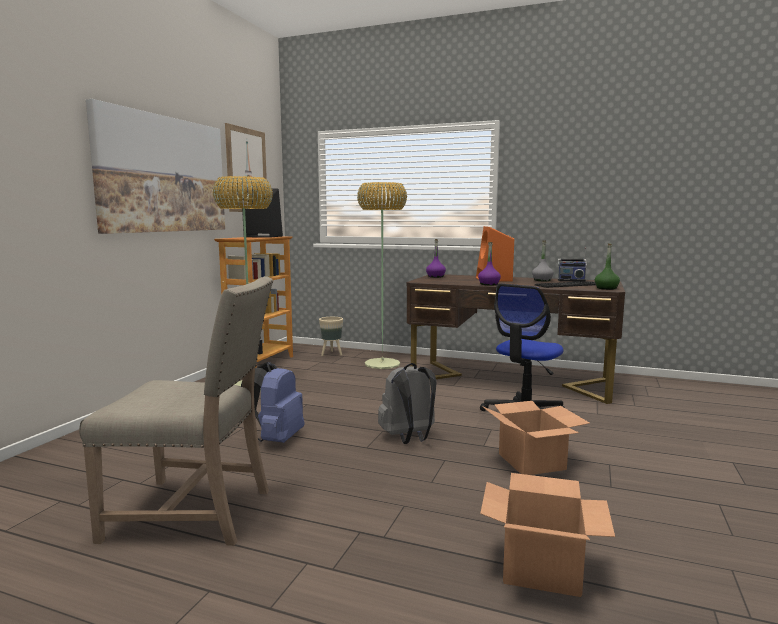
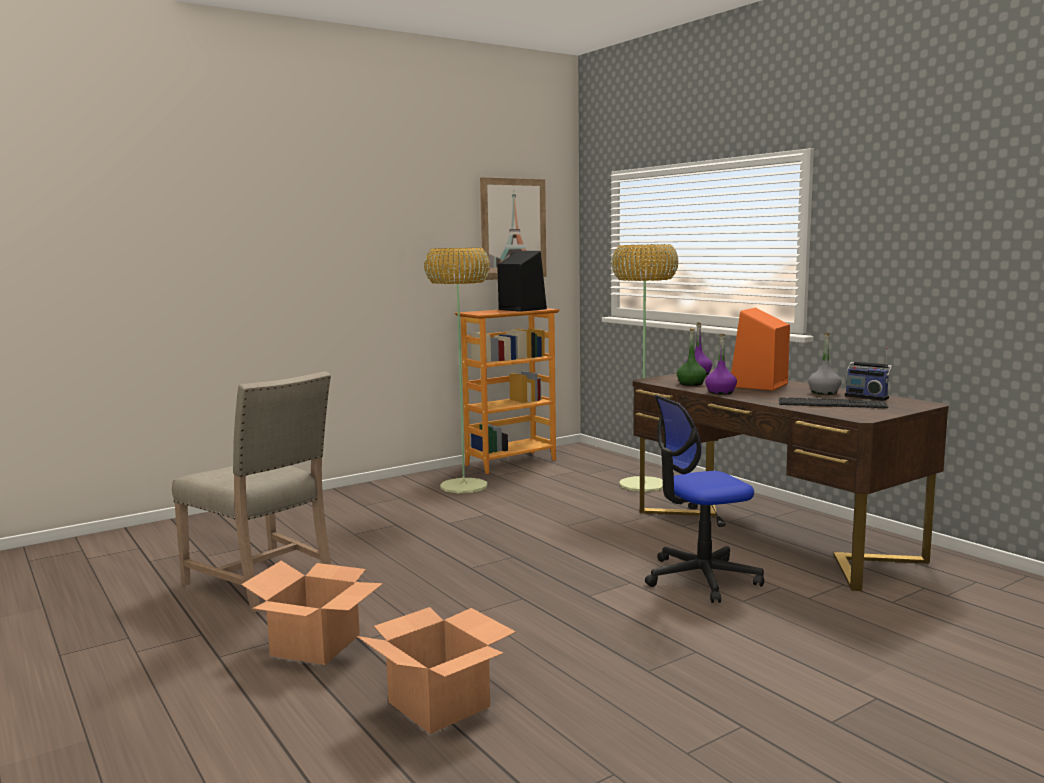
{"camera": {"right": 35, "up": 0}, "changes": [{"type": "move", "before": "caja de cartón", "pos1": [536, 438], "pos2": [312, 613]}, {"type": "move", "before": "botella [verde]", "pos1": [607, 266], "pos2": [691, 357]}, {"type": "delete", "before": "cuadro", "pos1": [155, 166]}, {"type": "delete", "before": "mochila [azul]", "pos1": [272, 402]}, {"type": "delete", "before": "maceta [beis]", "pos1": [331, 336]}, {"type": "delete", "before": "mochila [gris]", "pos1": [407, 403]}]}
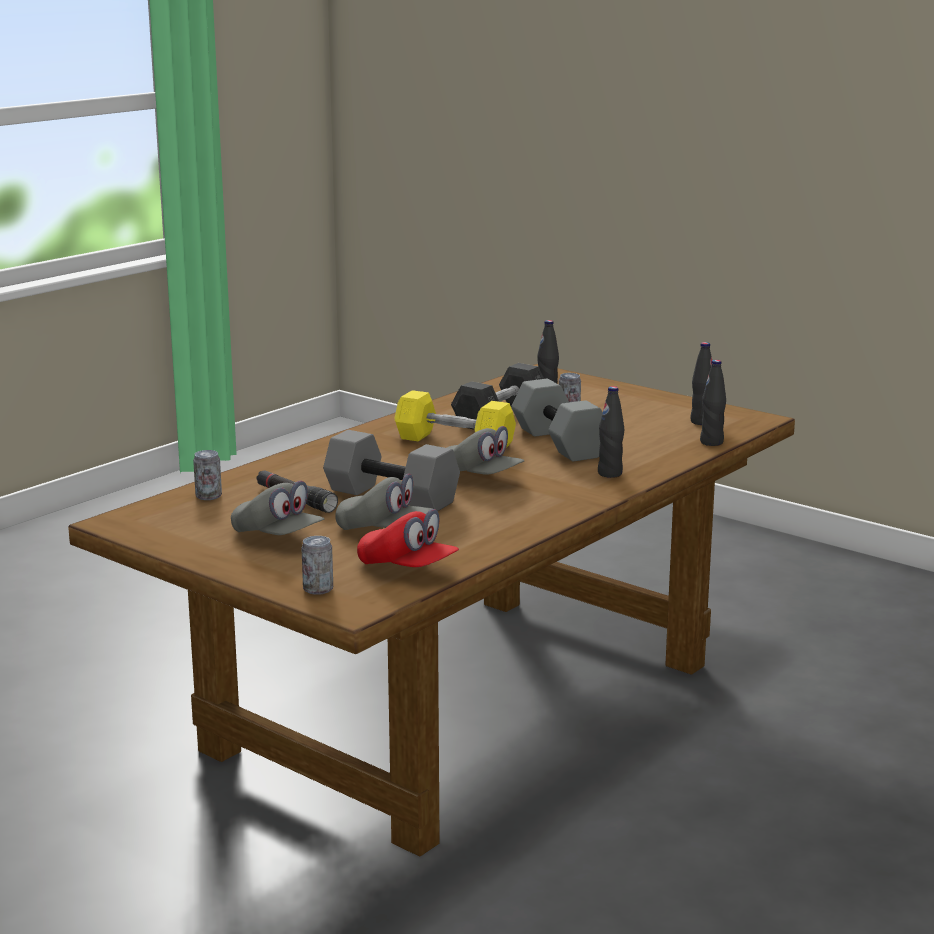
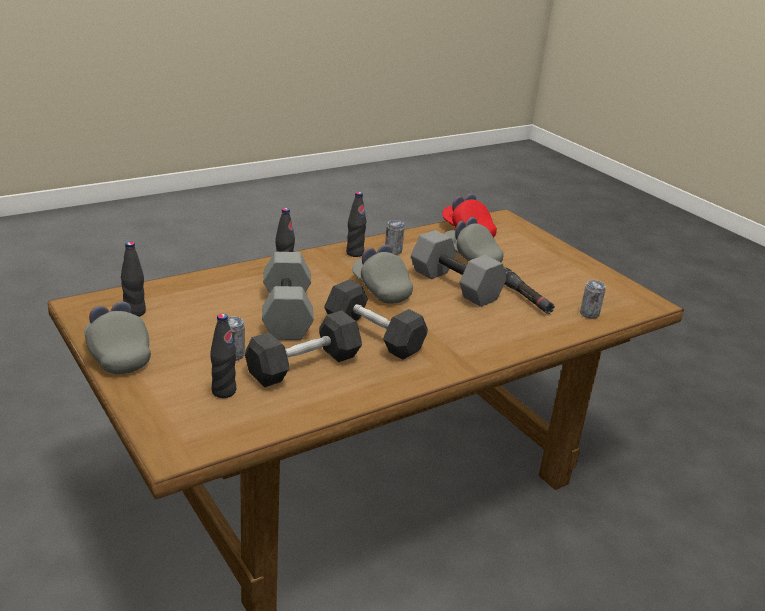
{"camera": {"right": -165, "up": 10}, "changes": [{"type": "move", "before": "gorra [gris]", "pos1": [277, 508], "pos2": [117, 337]}, {"type": "recolor", "before": "mancuerna [amarillo]", "after": "mancuerna [gris]", "pos1": [455, 418], "pos2": [376, 319]}, {"type": "move", "before": "botella [negro]", "pos1": [713, 403], "pos2": [356, 224]}, {"type": "move", "before": "lata", "pos1": [317, 565], "pos2": [395, 237]}]}
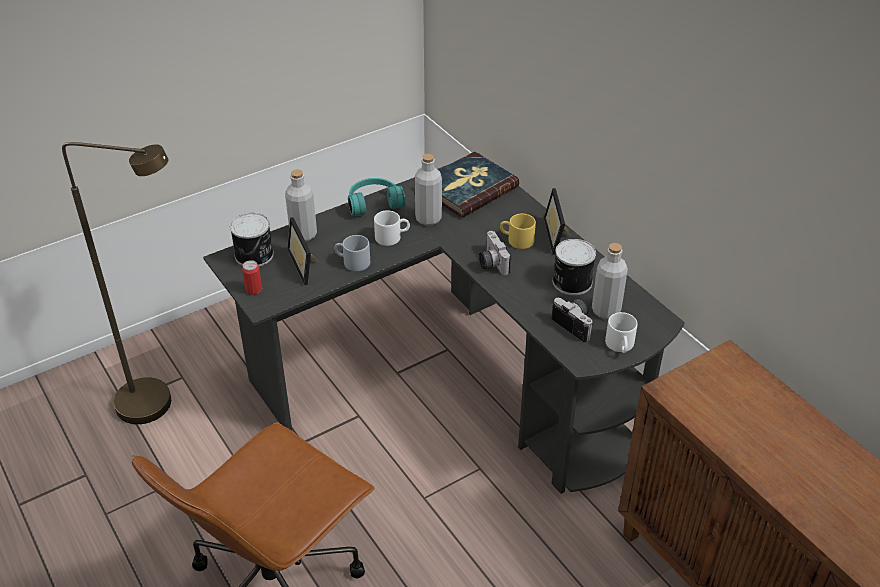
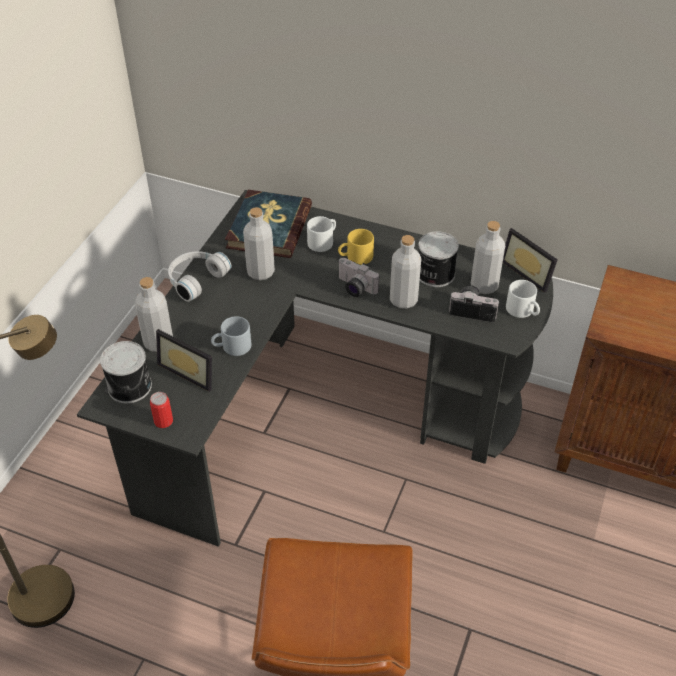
{"camera": {"right": -35, "up": 5}, "changes": [{"type": "recolor", "before": "auriculares [turquesa]", "after": "auriculares [blanco]", "pos1": [376, 197], "pos2": [199, 276]}, {"type": "move", "before": "taza grande [blanco]", "pos1": [392, 228], "pos2": [321, 234]}, {"type": "insert", "after": "botella [gris]", "pos2": [405, 272]}, {"type": "move", "before": "portarretratos", "pos1": [557, 221], "pos2": [530, 260]}]}
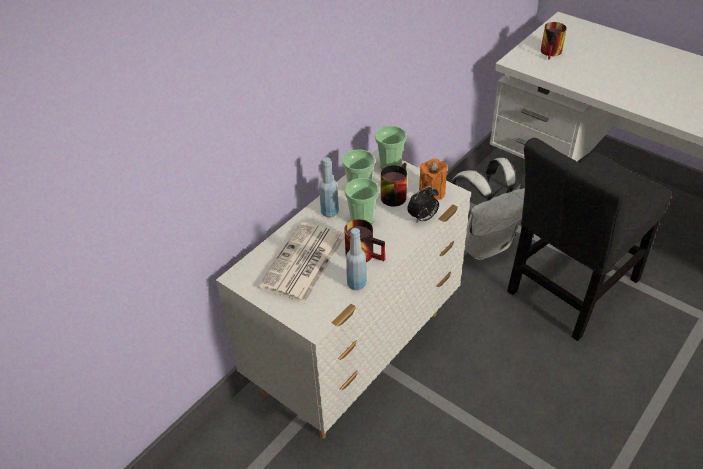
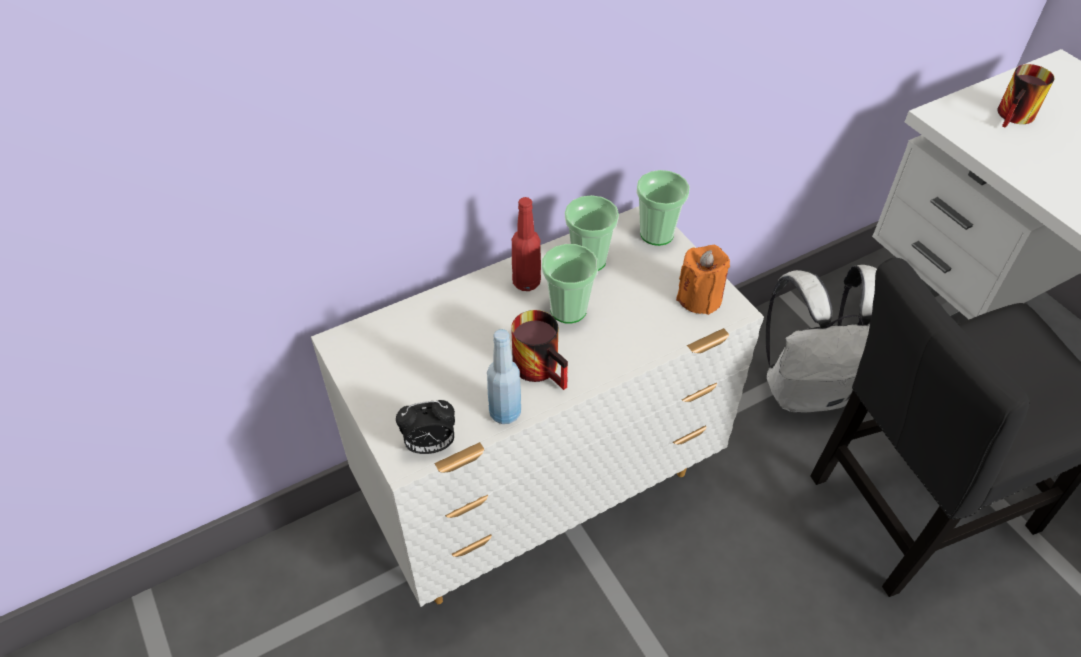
{"camera": {"right": 20, "up": 5}, "changes": [{"type": "move", "before": "despertador", "pos1": [423, 204], "pos2": [425, 427]}, {"type": "recolor", "before": "botella [azul]", "after": "botella [rojo]", "pos1": [329, 187], "pos2": [526, 244]}, {"type": "delete", "before": "periódico", "pos1": [301, 262]}, {"type": "delete", "before": "taza grande", "pos1": [394, 185]}]}
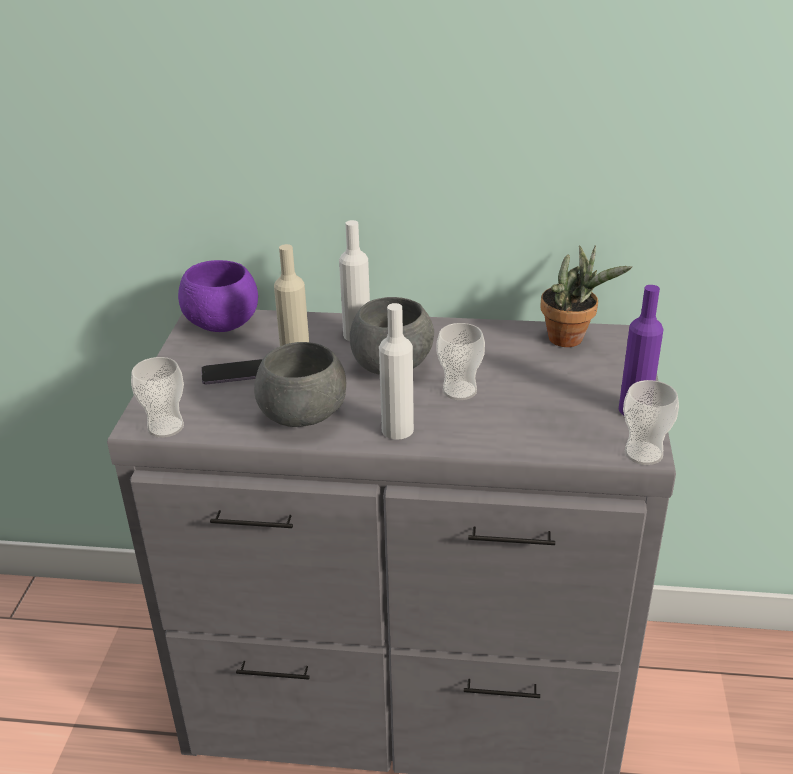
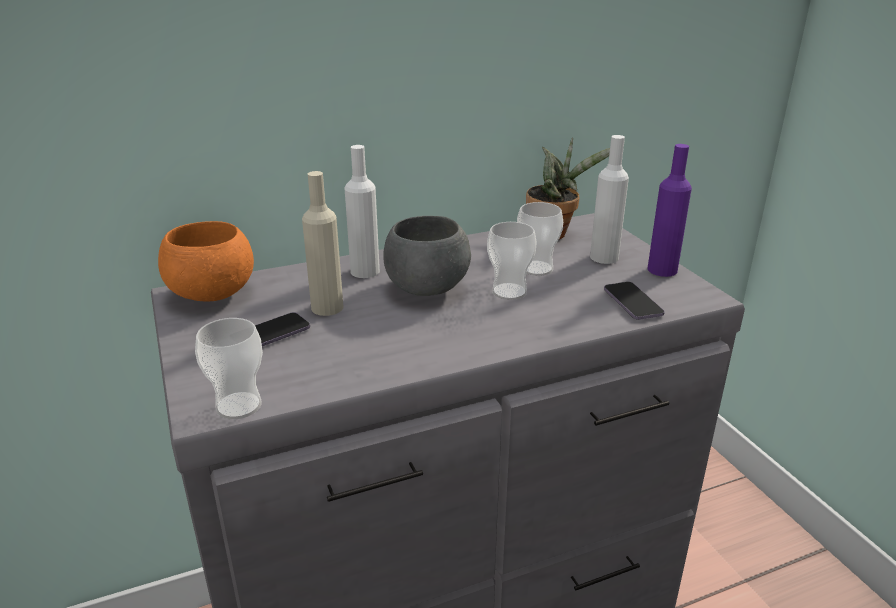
{"camera": {"right": -30, "up": -5}, "changes": [{"type": "recolor", "before": "cuenco [morado]", "after": "cuenco [naranja]", "pos1": [218, 296], "pos2": [206, 261]}, {"type": "move", "before": "taza", "pos1": [651, 422], "pos2": [540, 239]}, {"type": "move", "before": "botella [blanco]", "pos1": [396, 371], "pos2": [609, 199]}, {"type": "insert", "after": "móvil", "pos2": [634, 301]}, {"type": "delete", "before": "cuenco [gris]", "pos1": [300, 384]}]}
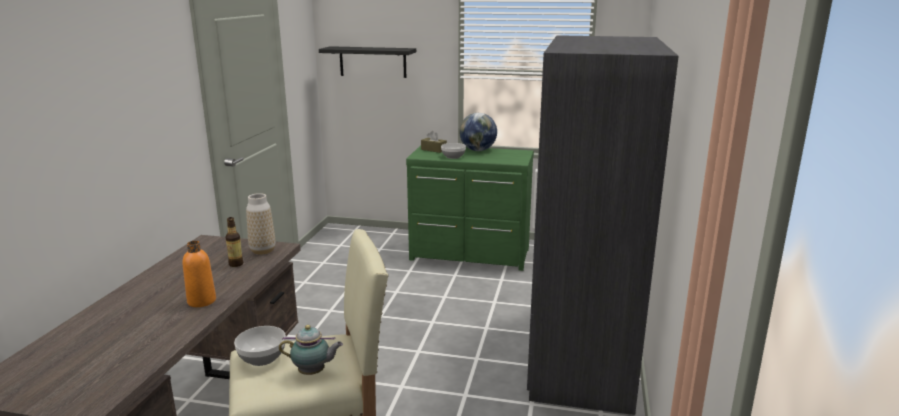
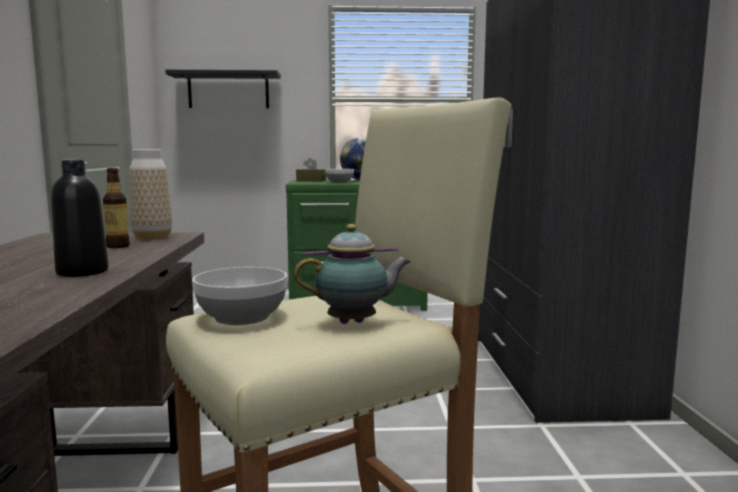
{"camera": {"right": -15, "up": -10}, "changes": [{"type": "recolor", "before": "botella [naranja]", "after": "botella [negro]", "pos1": [199, 274], "pos2": [80, 218]}]}
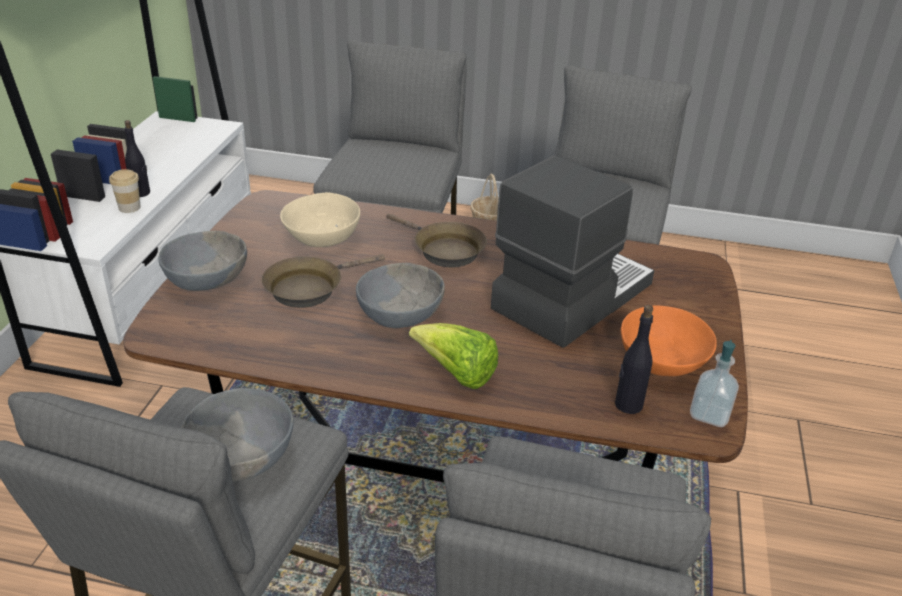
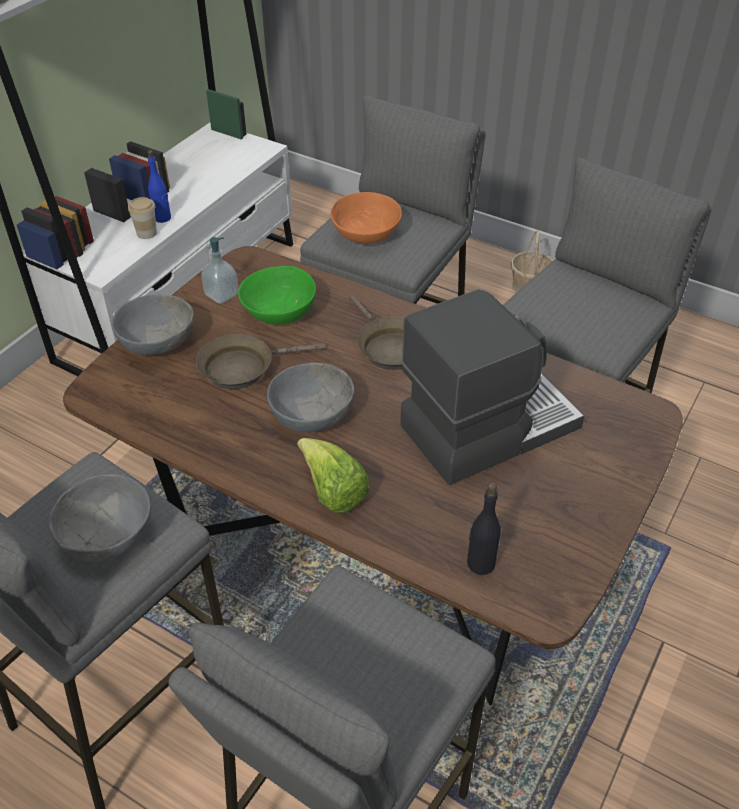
{"camera": {"right": 20, "up": 10}, "changes": [{"type": "recolor", "before": "botella [negro]", "after": "botella [azul]", "pos1": [137, 158], "pos2": [159, 186]}, {"type": "move", "before": "dispensador de jabón", "pos1": [714, 383], "pos2": [220, 270]}, {"type": "recolor", "before": "cuenco [beis]", "after": "cuenco [verde]", "pos1": [320, 219], "pos2": [277, 295]}, {"type": "move", "before": "cuenco [naranja]", "pos1": [668, 340], "pos2": [366, 218]}]}
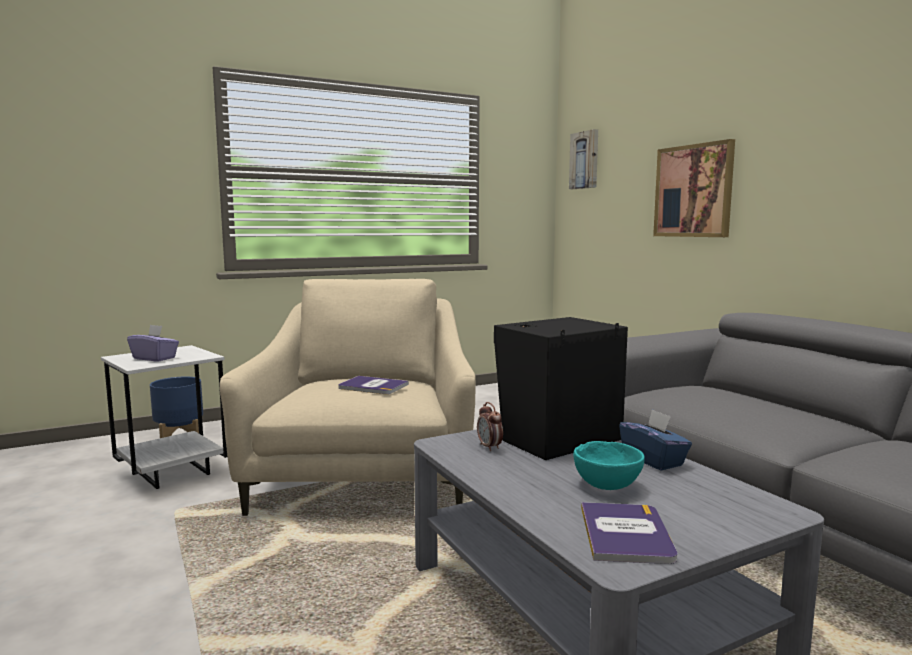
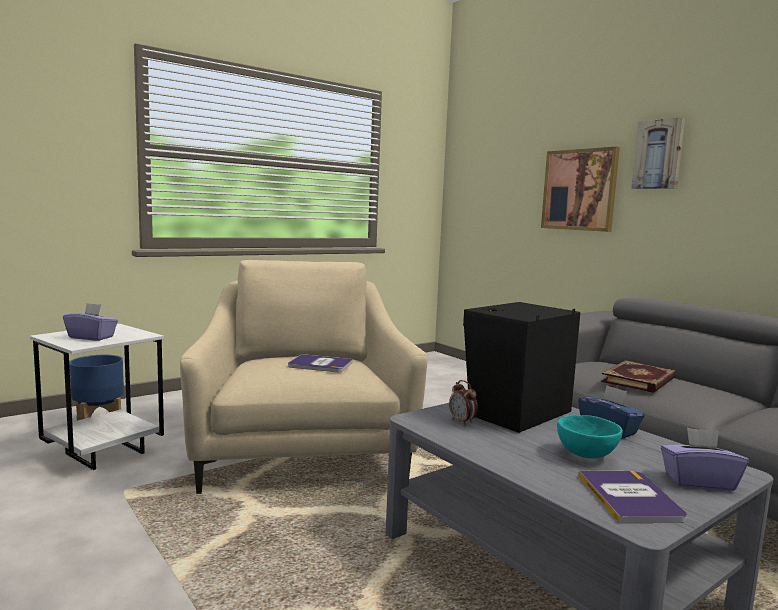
{"camera": {"right": -10, "up": 0}, "changes": [{"type": "insert", "after": "libro", "pos2": [638, 376]}, {"type": "move", "before": "cuadro", "pos1": [583, 159], "pos2": [658, 153]}, {"type": "insert", "after": "caja de pañuelos [morado]", "pos2": [704, 459]}]}
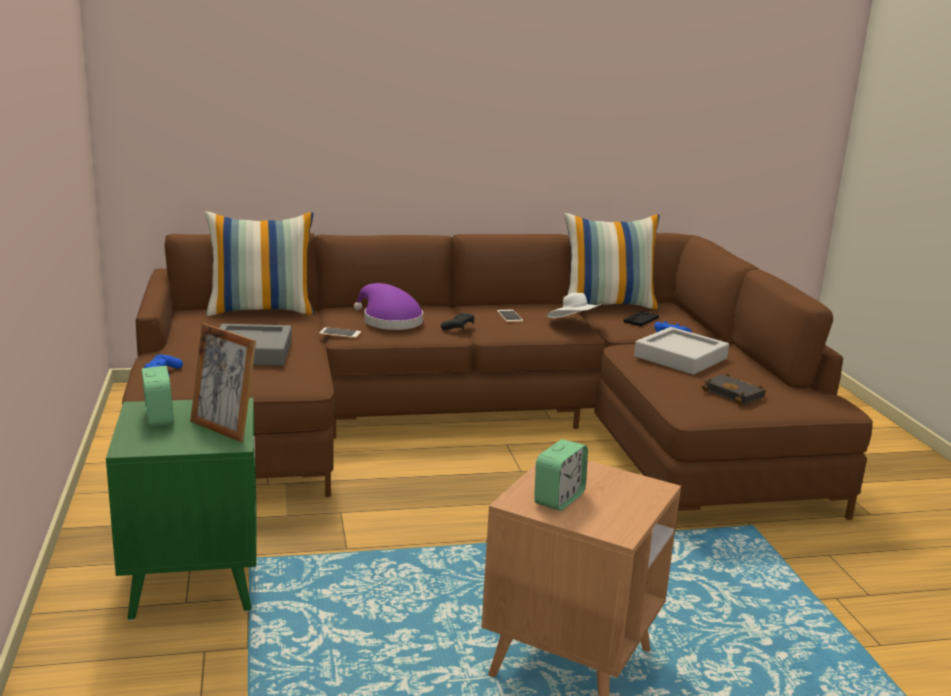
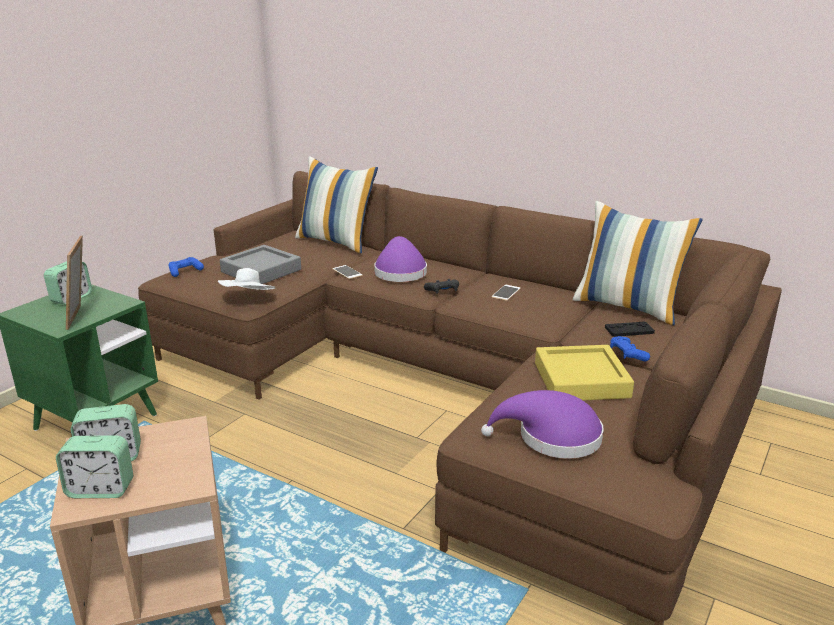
{"camera": {"right": 45, "up": 5}, "changes": [{"type": "insert", "after": "despertador", "pos2": [94, 466]}, {"type": "move", "before": "sombrero [blanco]", "pos1": [574, 305], "pos2": [246, 279]}, {"type": "replace", "before": "libro [negro]", "after": "sombrero [morado]", "pos1": [734, 389], "pos2": [542, 424]}, {"type": "recolor", "before": "bandeja [gris]", "after": "bandeja [amarillo]", "pos1": [681, 351], "pos2": [584, 372]}]}
